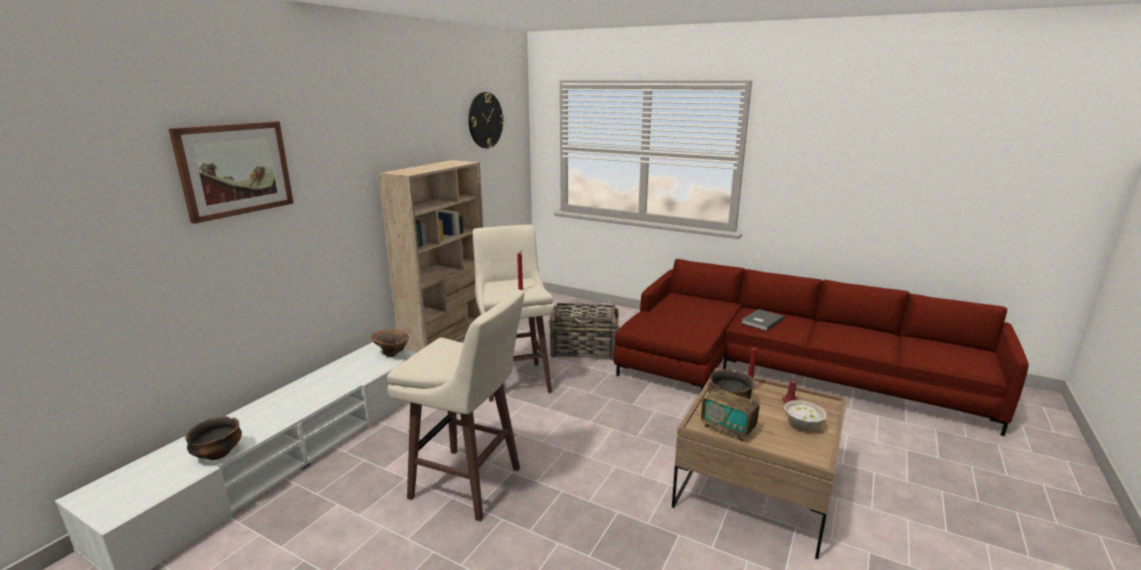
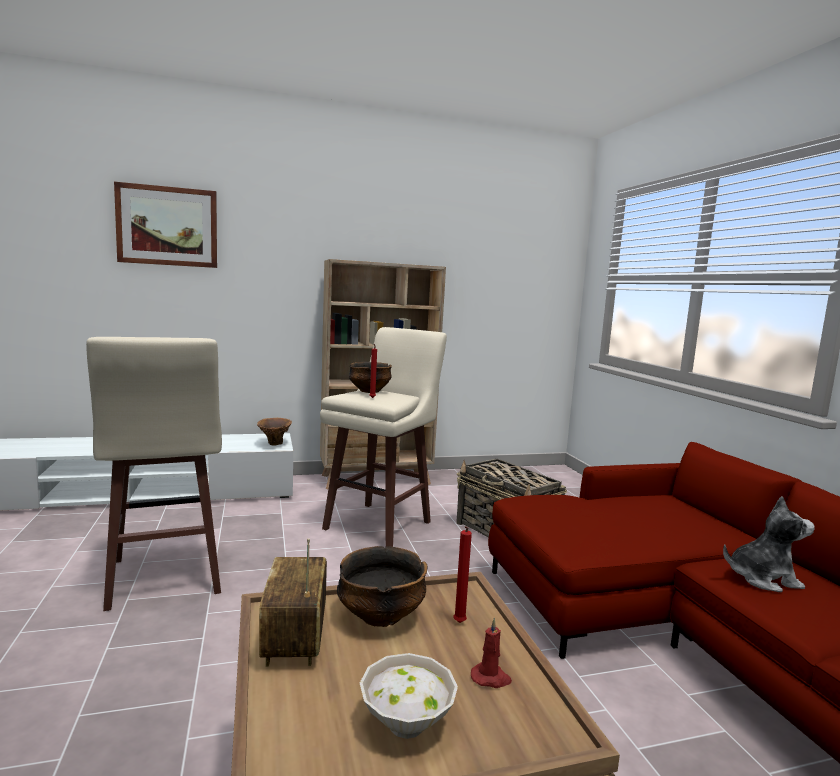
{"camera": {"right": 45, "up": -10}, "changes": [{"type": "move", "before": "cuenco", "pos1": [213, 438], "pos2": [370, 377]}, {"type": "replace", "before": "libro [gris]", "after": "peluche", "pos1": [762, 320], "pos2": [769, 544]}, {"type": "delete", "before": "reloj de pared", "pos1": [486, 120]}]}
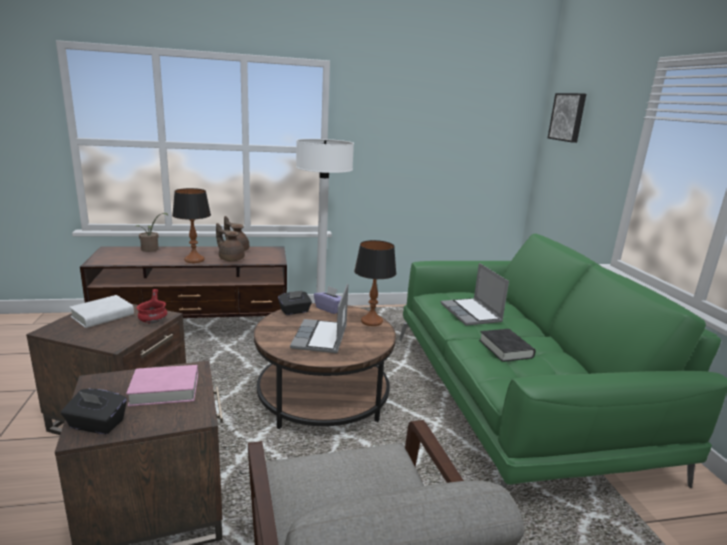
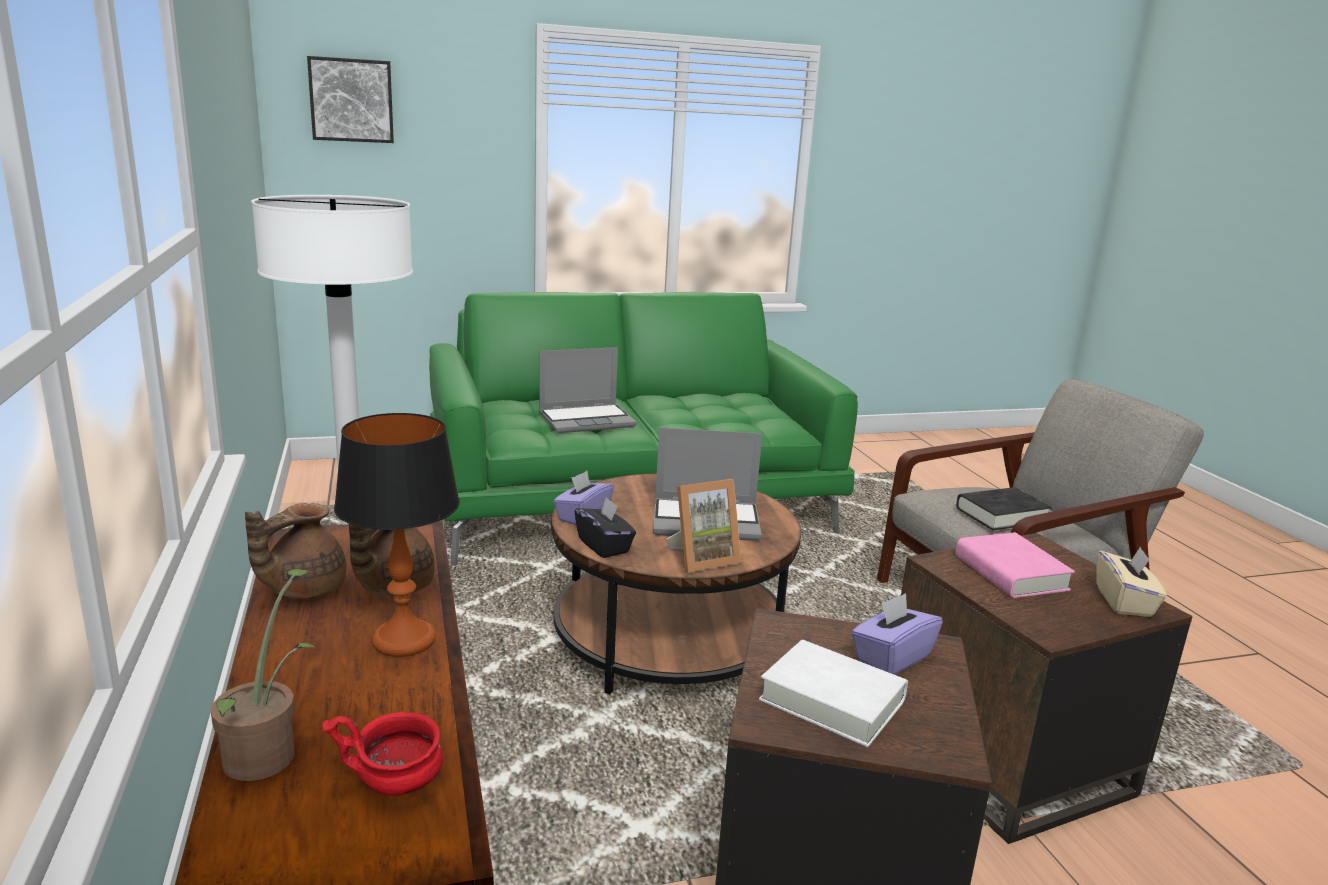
{"camera": {"right": -95, "up": 0}, "changes": [{"type": "move", "before": "cuenco [rojo]", "pos1": [151, 306], "pos2": [383, 754]}, {"type": "insert", "after": "portarretratos", "pos2": [703, 526]}, {"type": "insert", "after": "caja de pañuelos [morado]", "pos2": [897, 634]}, {"type": "move", "before": "libro [negro]", "pos1": [507, 345], "pos2": [1004, 508]}, {"type": "recolor", "before": "caja de pañuelos [negro]", "after": "caja de pañuelos [beis]", "pos1": [94, 411], "pos2": [1131, 581]}, {"type": "delete", "before": "lámpara de mesa", "pos1": [375, 283]}]}
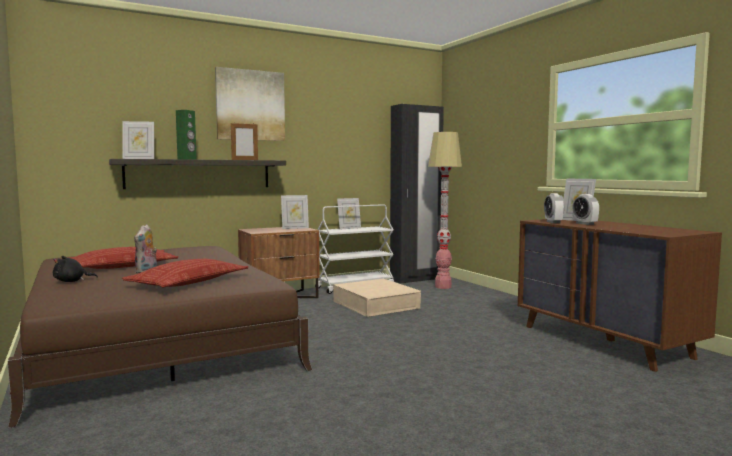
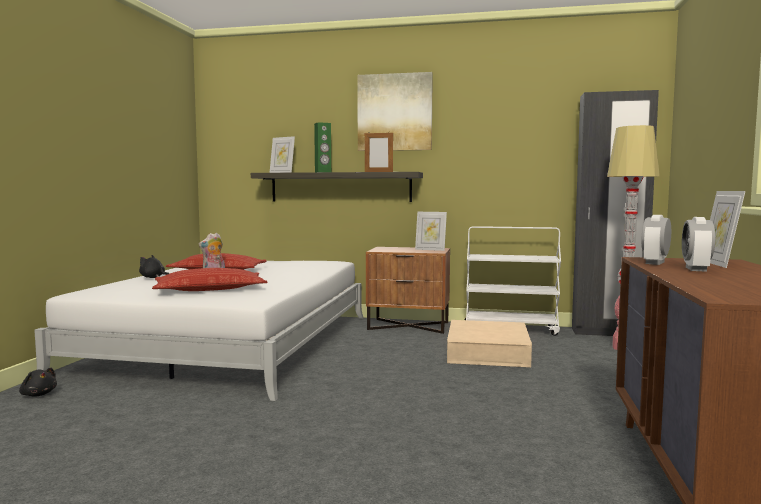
{"camera": {"right": 40, "up": 0}, "changes": [{"type": "insert", "after": "peluche [negro]", "pos2": [38, 382]}, {"type": "recolor", "before": "cama [marrón]", "after": "cama [blanco]", "pos1": [160, 337], "pos2": [199, 331]}, {"type": "delete", "before": "portarretratos", "pos1": [349, 213]}]}
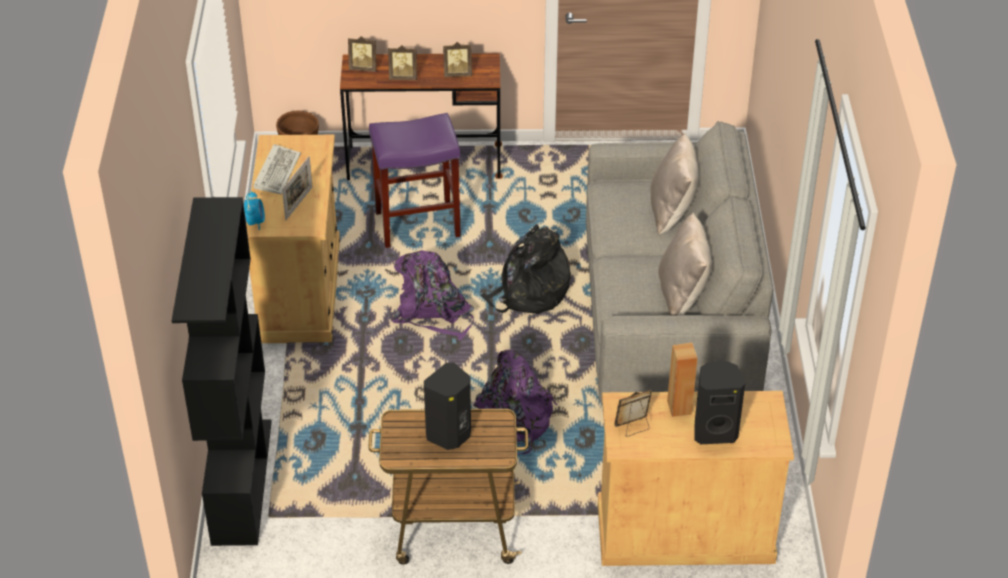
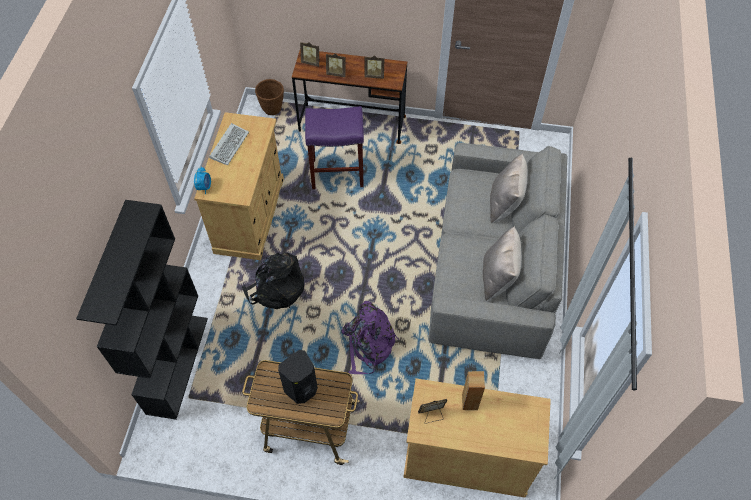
{"camera": {"right": 10, "up": 15}, "changes": [{"type": "move", "before": "mochila [negro]", "pos1": [526, 269], "pos2": [273, 281]}, {"type": "delete", "before": "portarretratos", "pos1": [297, 188]}, {"type": "delete", "before": "mochila [morado]", "pos1": [432, 295]}, {"type": "delete", "before": "altavoz [negro]", "pos1": [719, 402]}]}
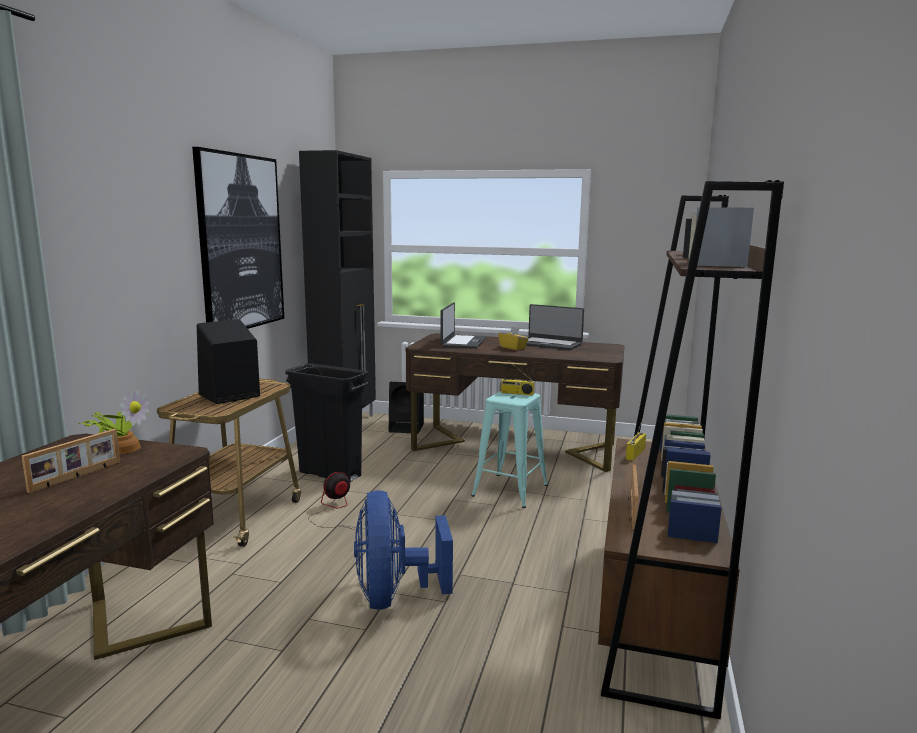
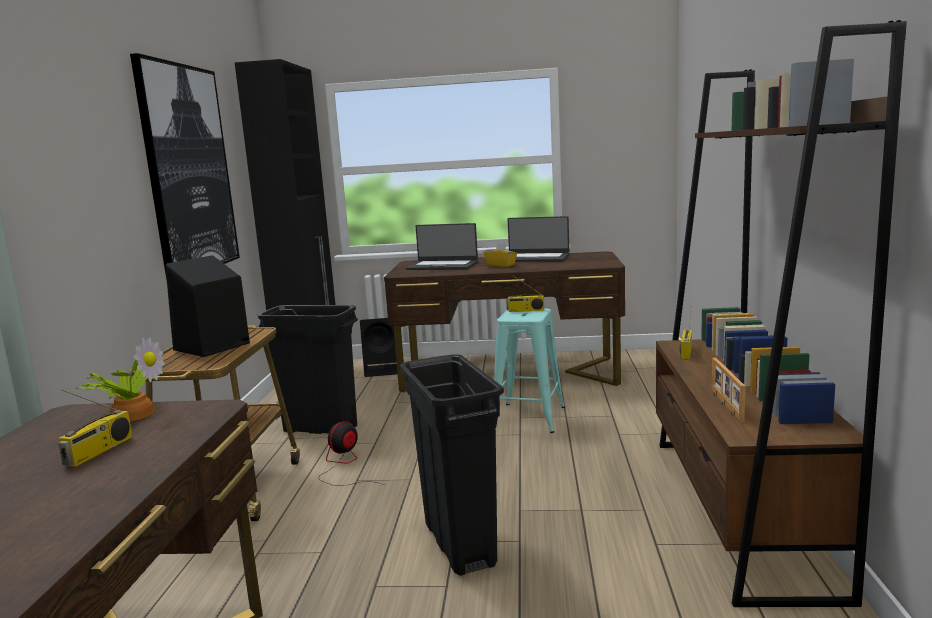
{"camera": {"right": -10, "up": 0}, "changes": [{"type": "replace", "before": "portarretratos", "after": "radio", "pos1": [71, 461], "pos2": [95, 428]}, {"type": "replace", "before": "ventilador [azul]", "after": "papelera [negro]", "pos1": [403, 550], "pos2": [452, 465]}, {"type": "rotate", "before": "portátil", "pos1": [463, 325], "pos2": [442, 246], "turn": 105}]}
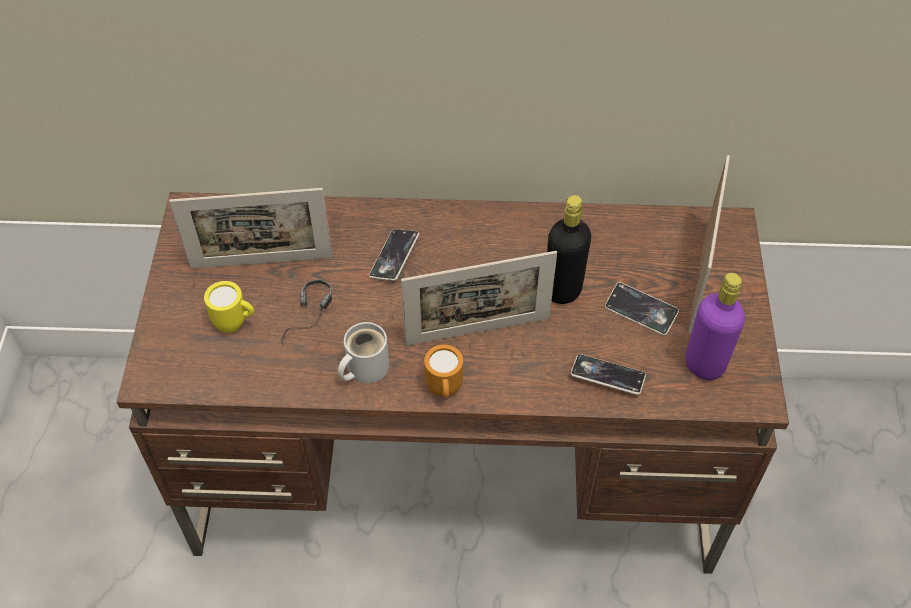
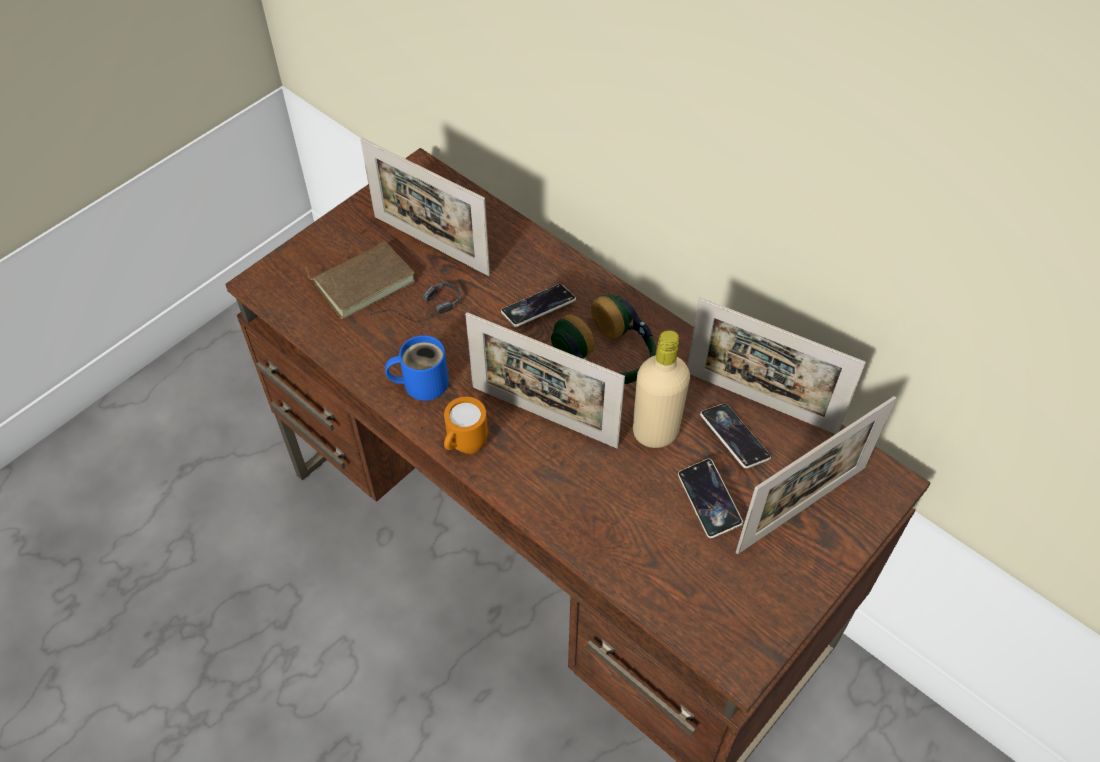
{"camera": {"right": 40, "up": 0}, "changes": [{"type": "replace", "before": "taza grande [amarillo]", "after": "libro [marrón]", "pos1": [229, 307], "pos2": [359, 280]}, {"type": "recolor", "before": "taza grande [blanco]", "after": "taza grande [azul]", "pos1": [363, 352], "pos2": [417, 368]}, {"type": "insert", "after": "auriculares", "pos2": [603, 339]}, {"type": "recolor", "before": "botella [negro]", "after": "botella [beis]", "pos1": [569, 249], "pos2": [661, 389]}, {"type": "insert", "after": "portarretratos", "pos2": [776, 365]}, {"type": "move", "before": "móvil", "pos1": [608, 374], "pos2": [735, 436]}, {"type": "delete", "before": "botella [morado]", "pos1": [715, 326]}]}
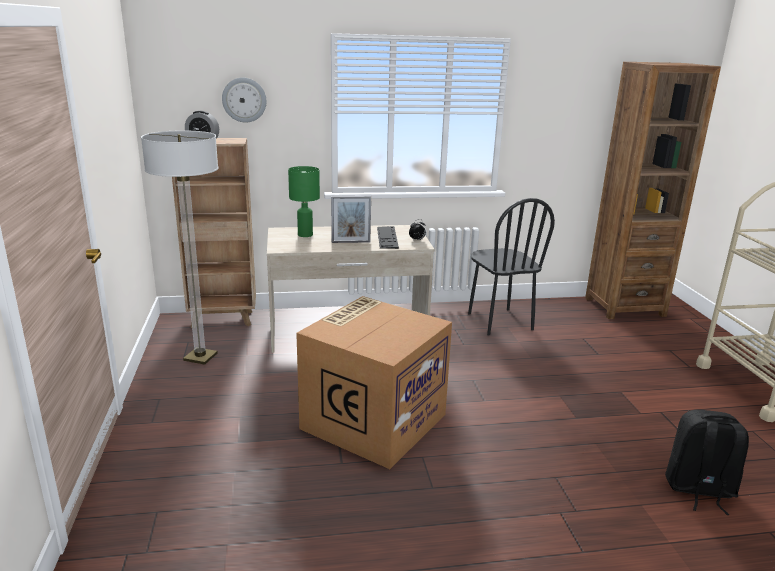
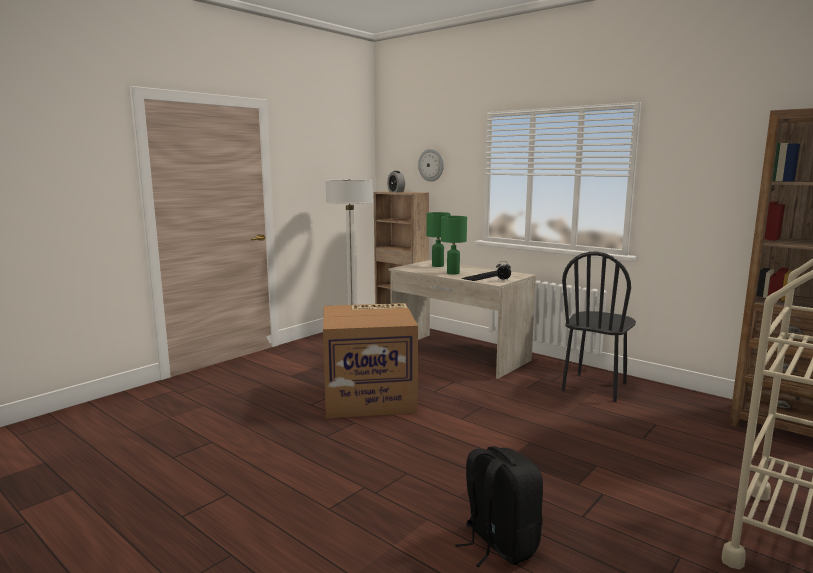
{"camera": {"right": 50, "up": -10}, "changes": [{"type": "replace", "before": "portarretratos", "after": "lámpara de mesa [verde]", "pos1": [351, 219], "pos2": [454, 245]}]}
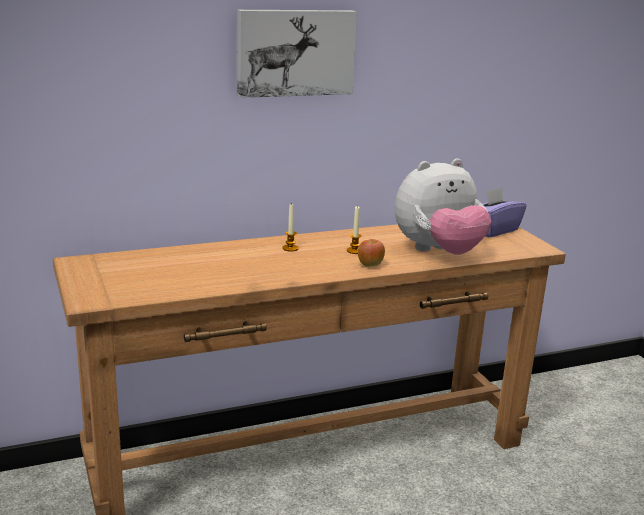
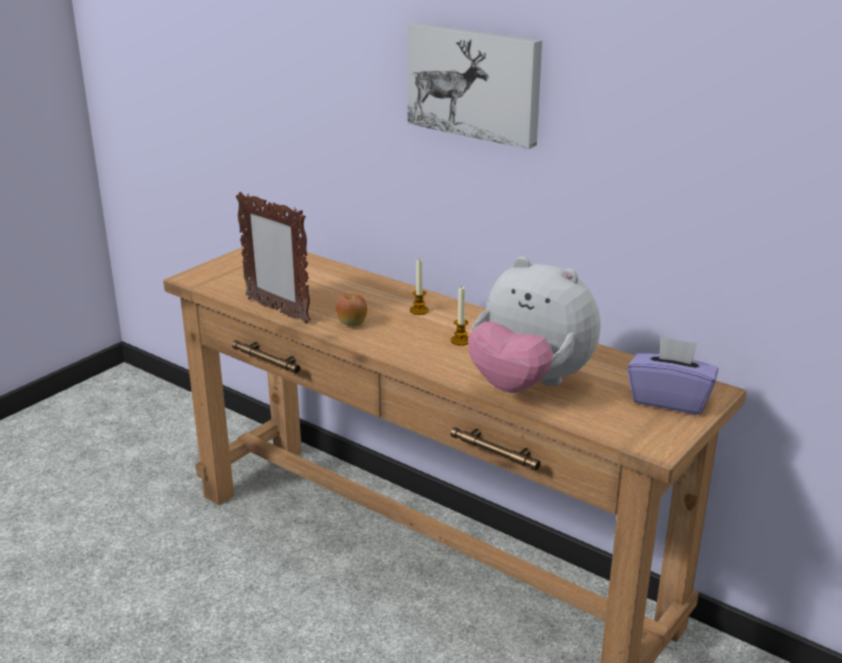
{"camera": {"right": 60, "up": 5}, "changes": [{"type": "insert", "after": "portarretratos", "pos2": [273, 258]}, {"type": "move", "before": "manzana", "pos1": [371, 253], "pos2": [351, 310]}]}
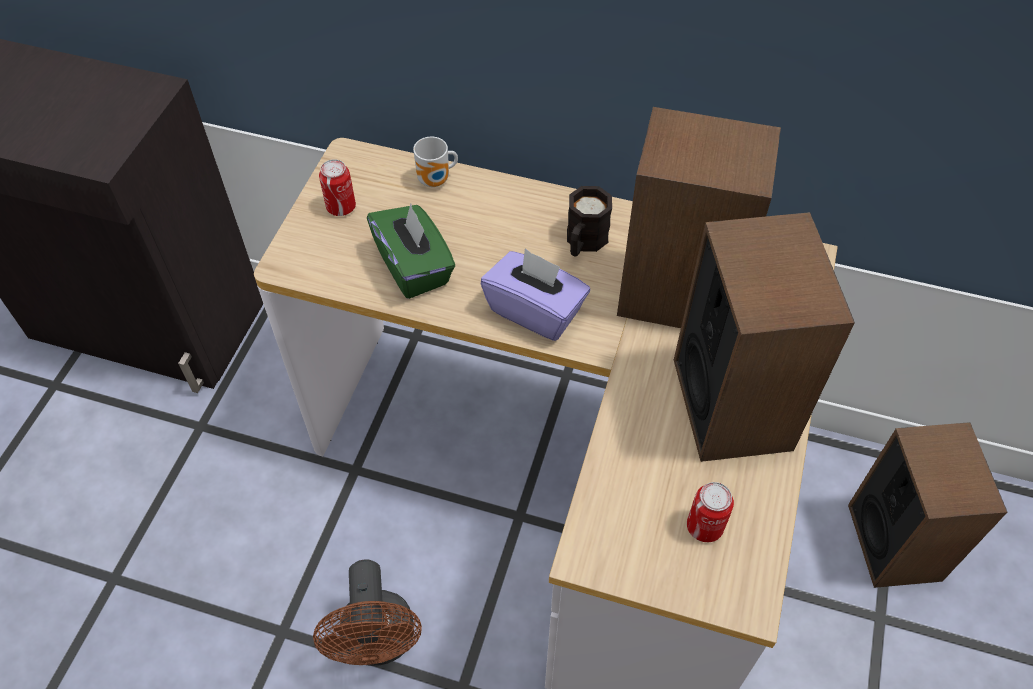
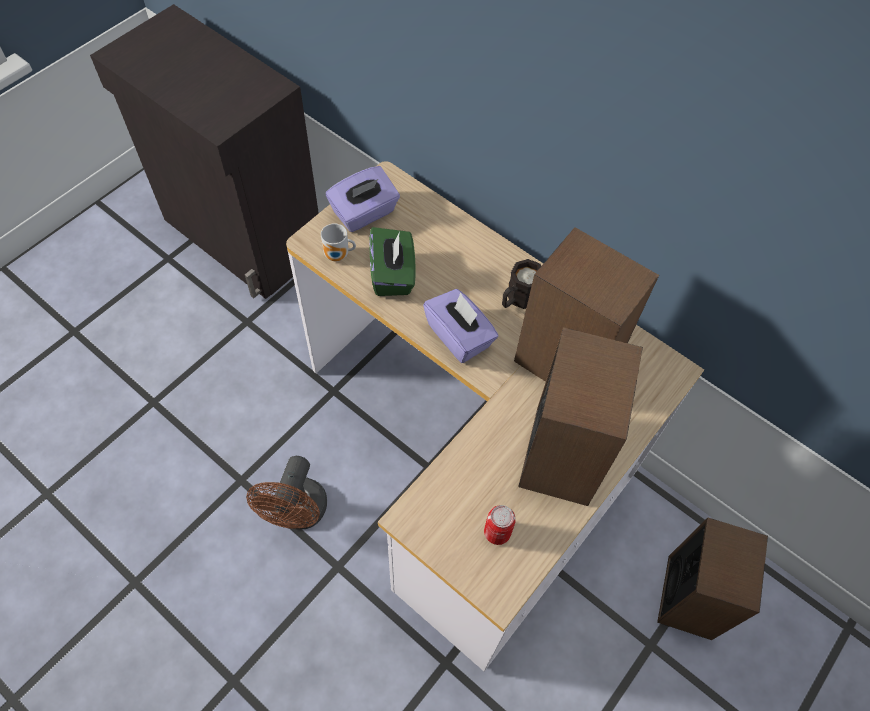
{"camera": {"right": 20, "up": 5}, "changes": [{"type": "move", "before": "taza grande", "pos1": [435, 162], "pos2": [338, 242]}, {"type": "replace", "before": "lata", "after": "caja de pañuelos [morado]", "pos1": [337, 187], "pos2": [363, 199]}]}
